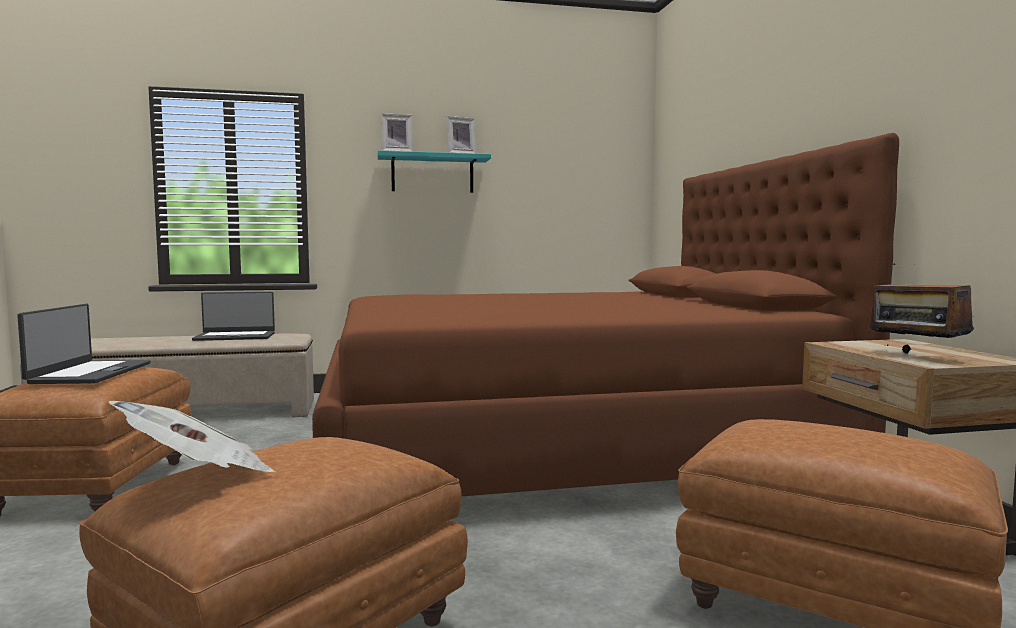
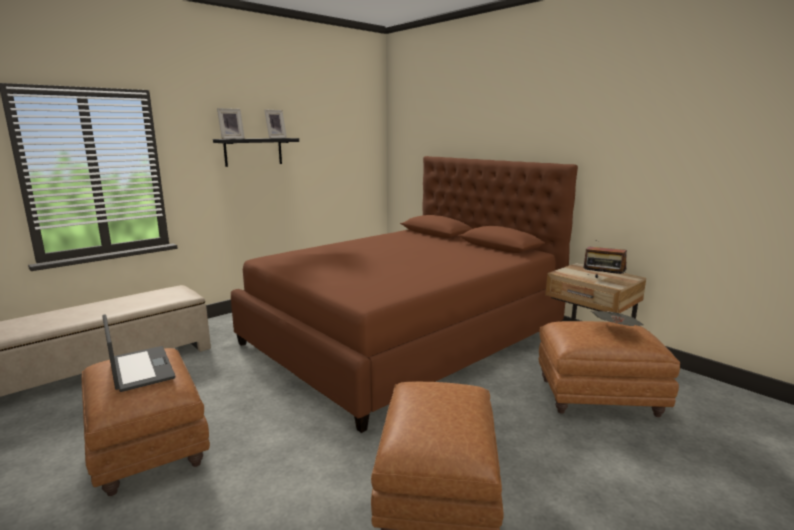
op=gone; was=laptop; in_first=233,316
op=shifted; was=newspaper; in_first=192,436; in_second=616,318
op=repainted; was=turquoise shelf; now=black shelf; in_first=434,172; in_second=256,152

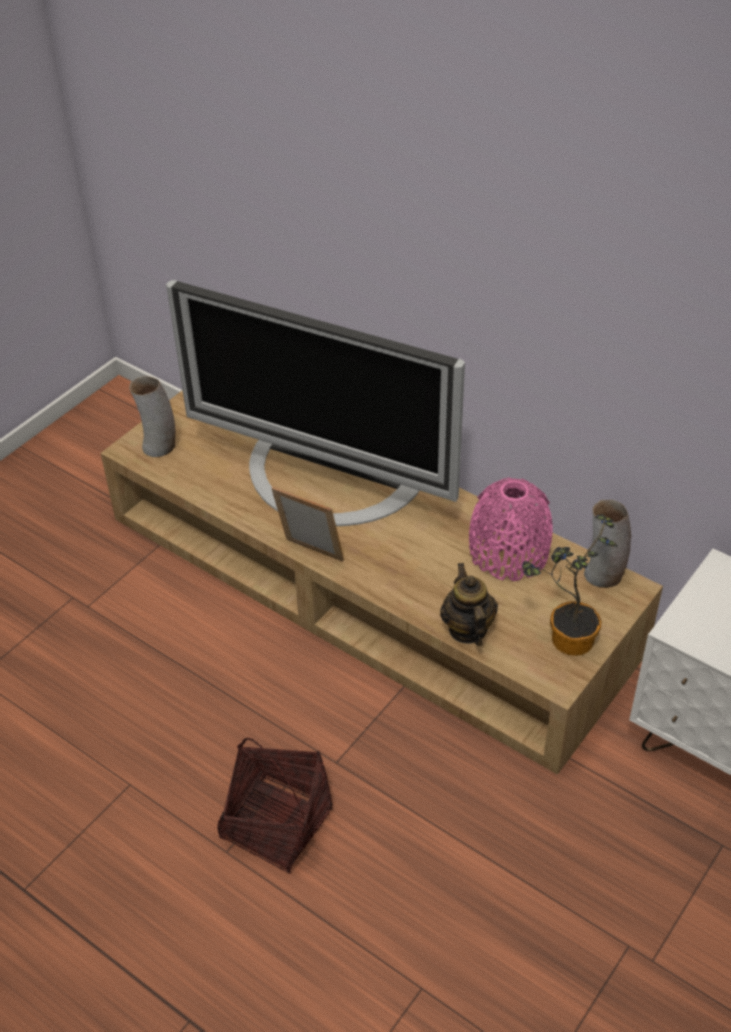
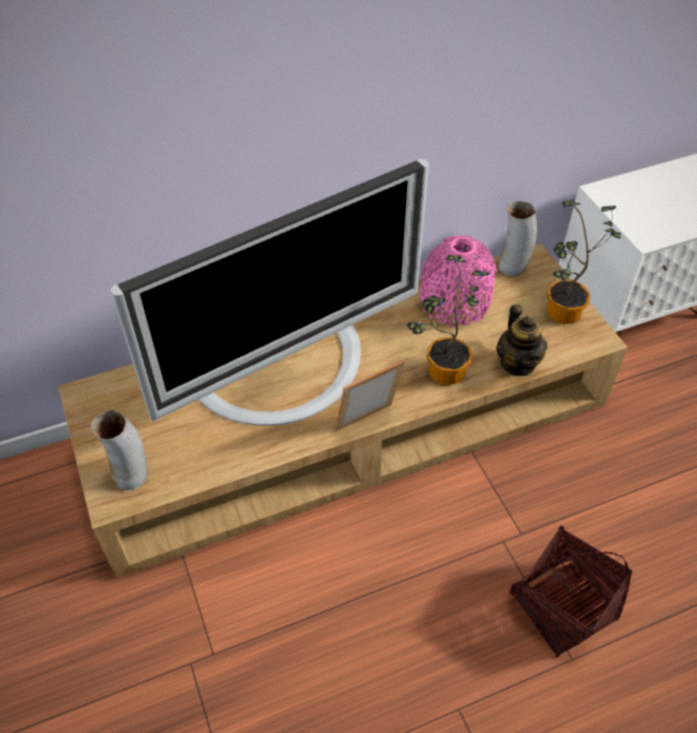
op=new; now=potted plant; in_second=448,320
op=rotated; was=teapot; in_first=469,604; in_second=521,340; clockwise=-120

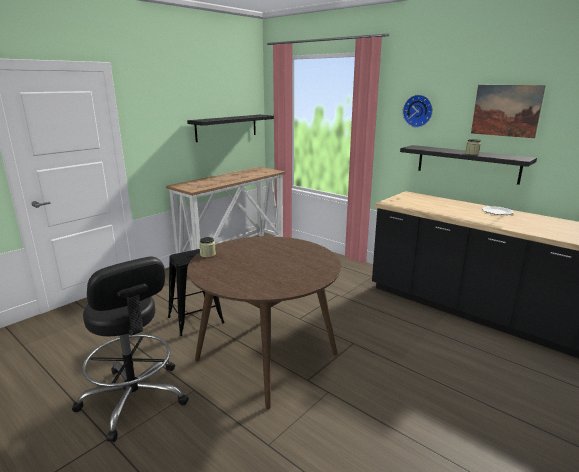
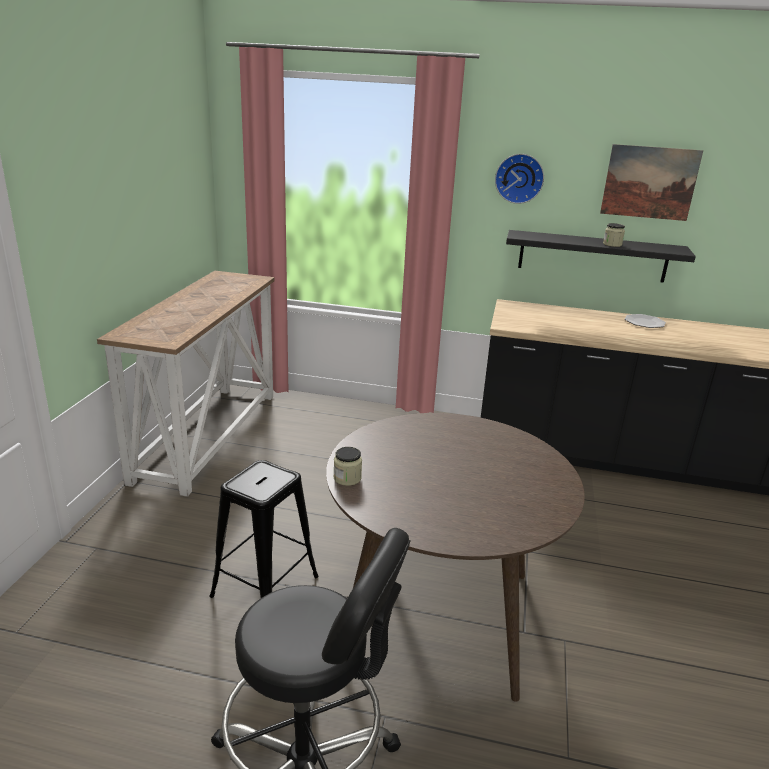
op=gone; was=black shelf; in_first=230,128

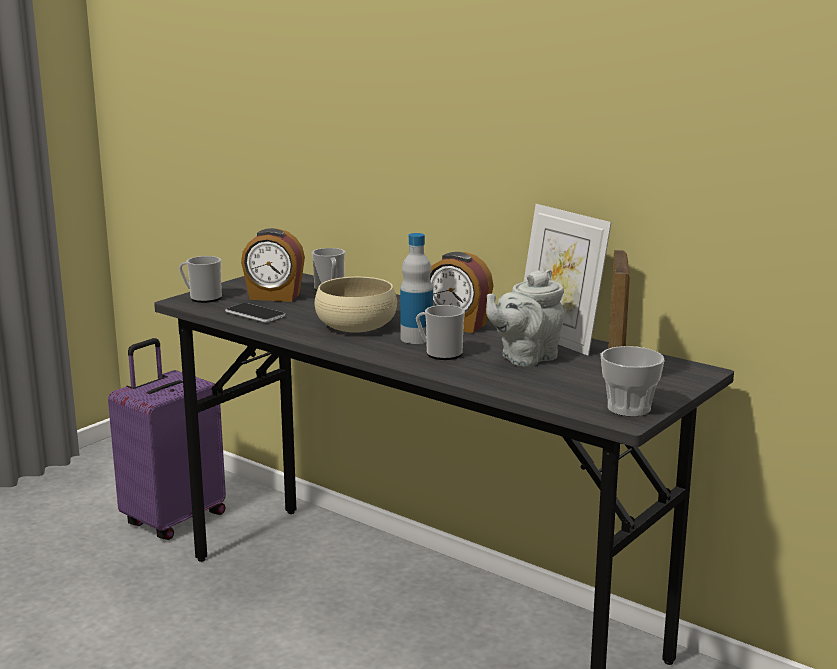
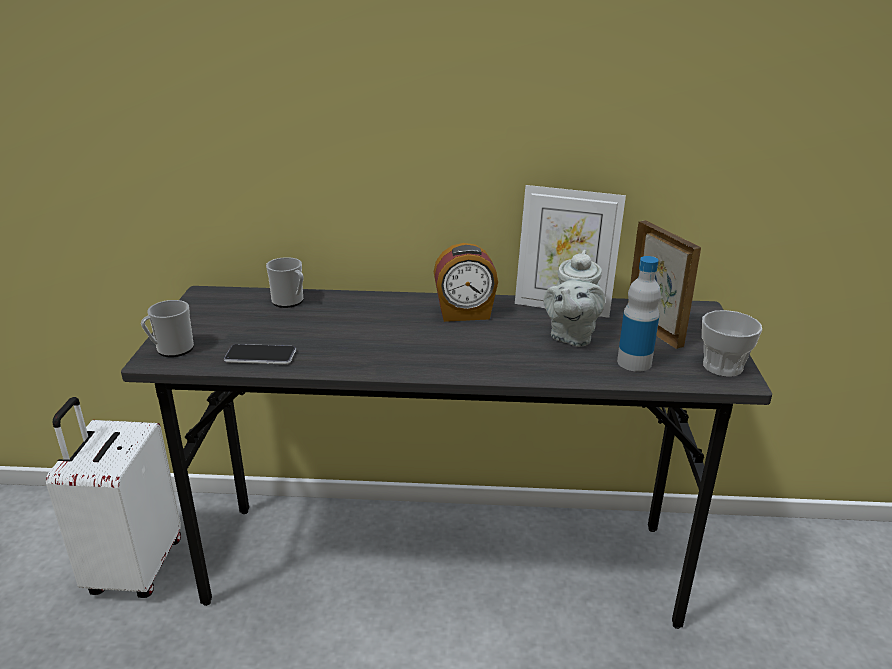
op=gone; was=alarm clock; in_first=273,265
op=gone; was=beige bowl; in_first=356,305
op=gone; was=mug; in_first=440,332
op=shifted; was=bottle; in_first=416,288; in_second=639,314
op=repainted; was=purple suitcase; now=white suitcase; in_first=167,439; in_second=113,497

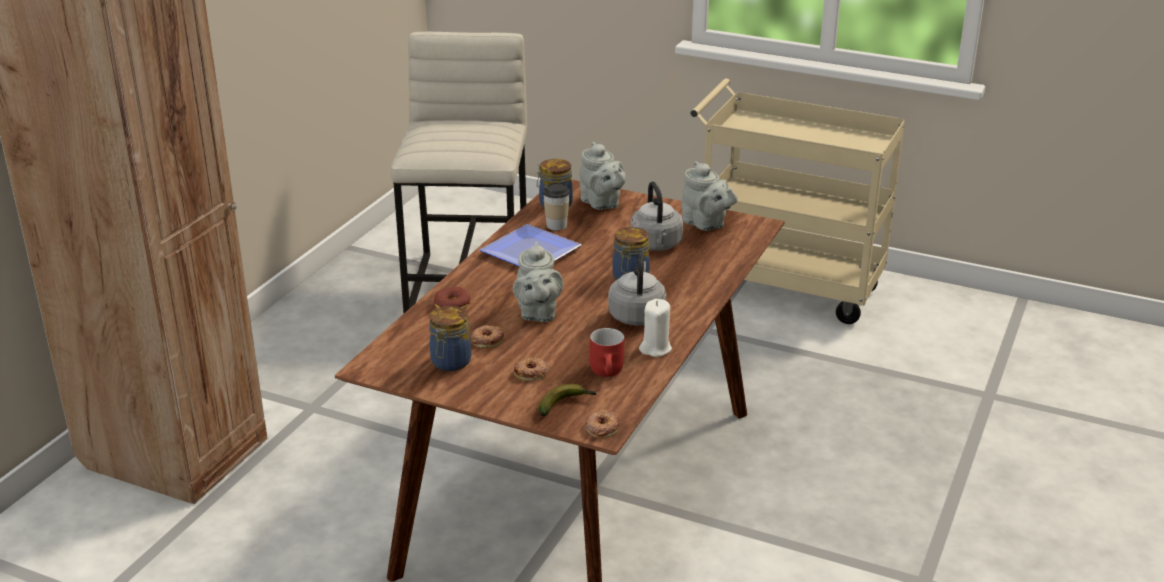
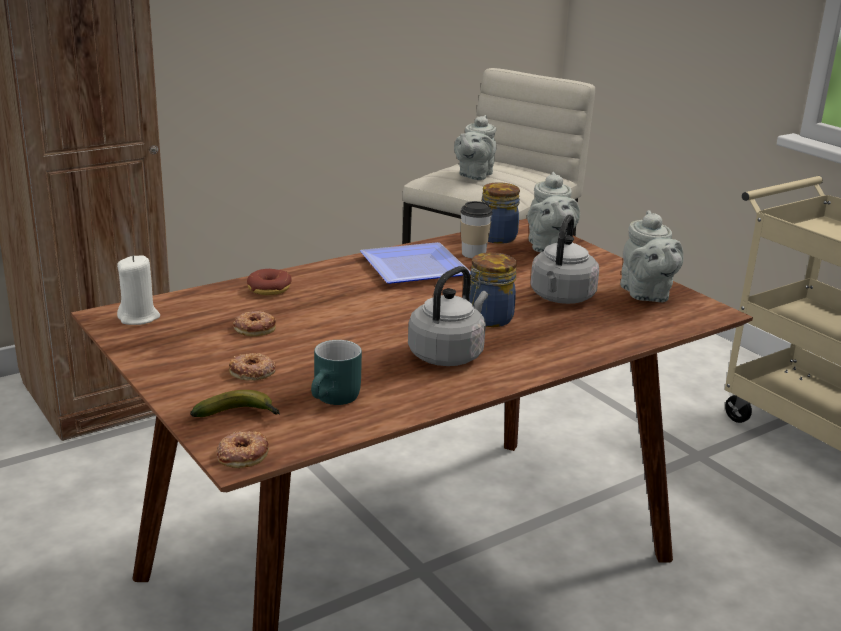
op=gone; was=jar; in_first=450,338
op=shifted; was=grey teapot; in_first=538,282; in_second=475,147
op=shifted; was=white candle; in_first=655,328; in_second=138,290
op=repainted; was=red mug; now=turquoise mug; in_first=607,352; in_second=336,372

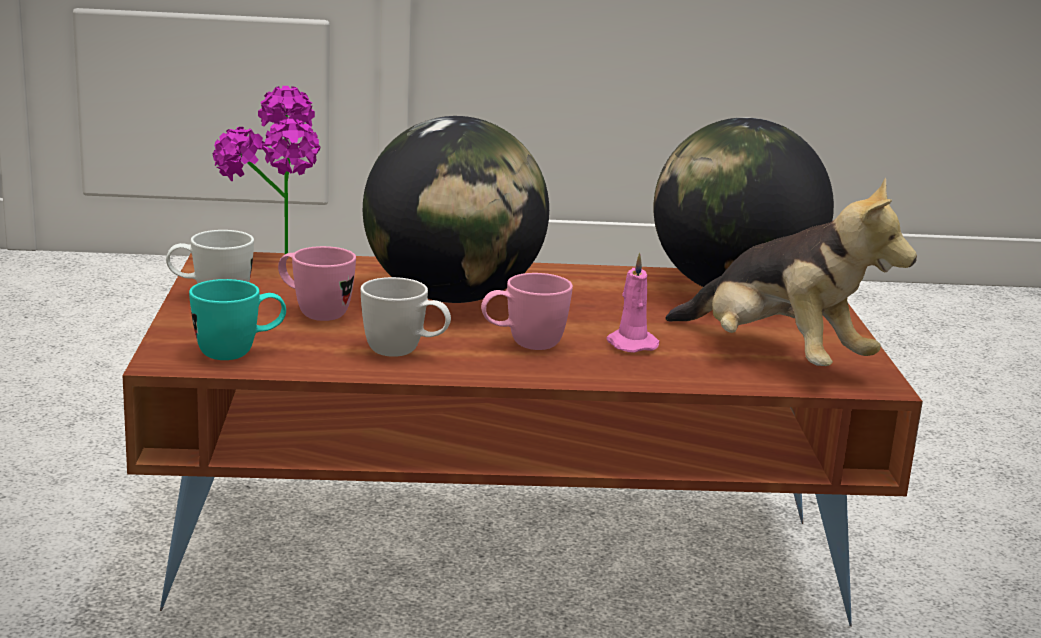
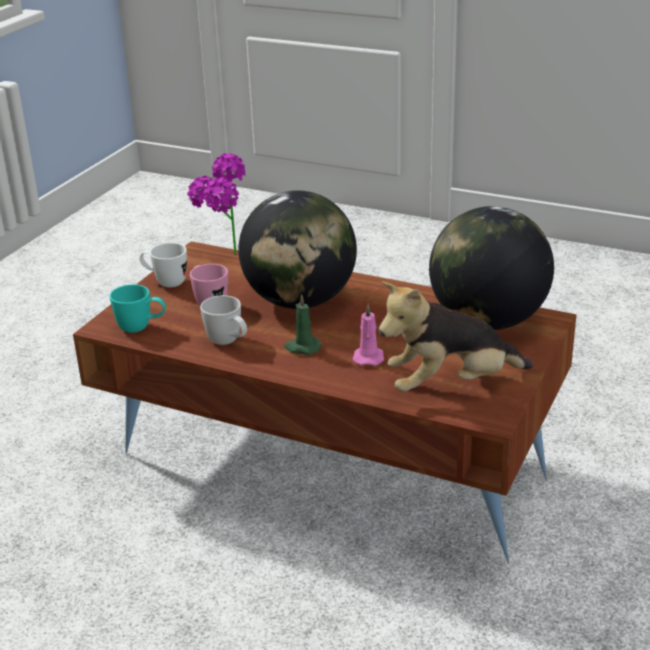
op=swapped; was=pink mug; now=green candle; in_first=527,311; in_second=303,324
op=rotated; was=plush toy; in_first=791,272; in_second=456,337; clockwise=90

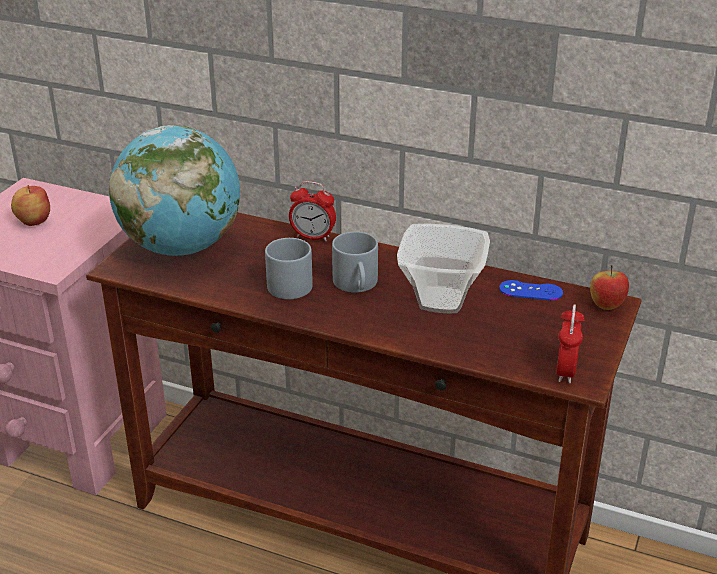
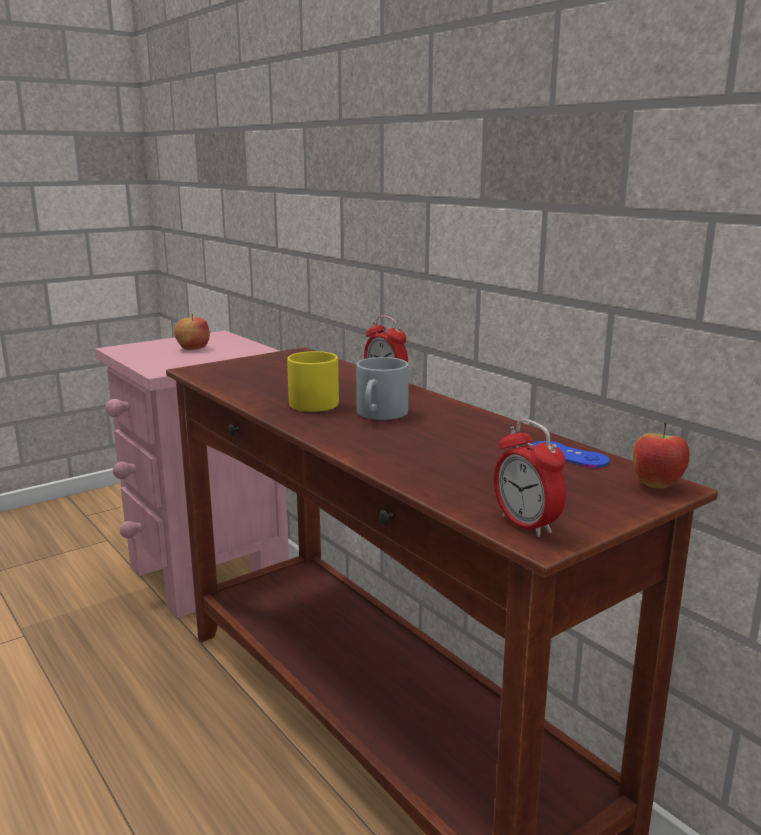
op=gone; was=globe; in_first=174,190
op=gone; was=bowl; in_first=443,268
op=repainted; was=grey mug; now=yellow mug; in_first=289,268; in_second=313,381
op=rotated; was=alarm clock; in_first=570,344; in_second=530,478; clockwise=105

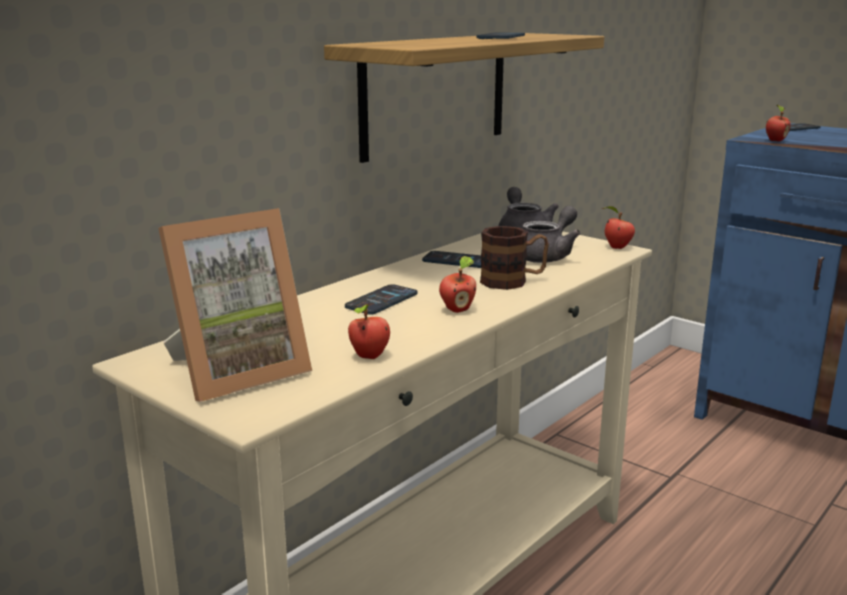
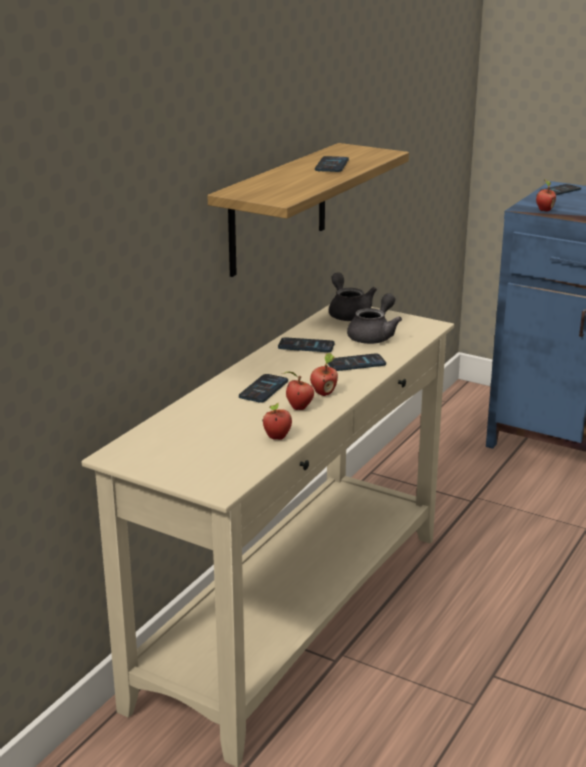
op=gone; was=picture frame; in_first=235,305
op=shifted; was=apple; in_first=618,227; in_second=298,391
op=swapped; was=mug; now=phone; in_first=514,258; in_second=356,362

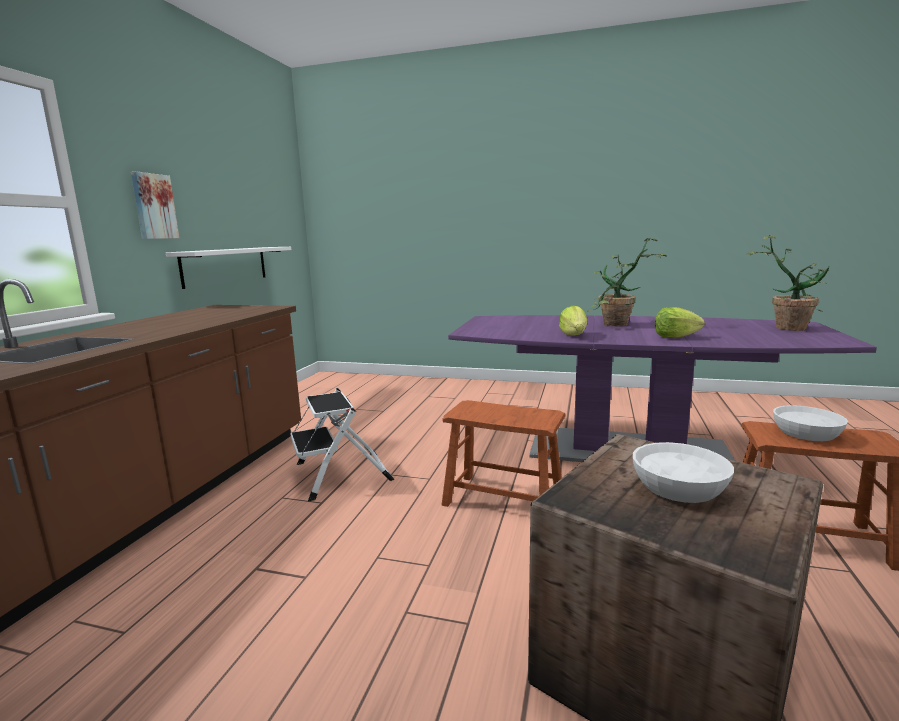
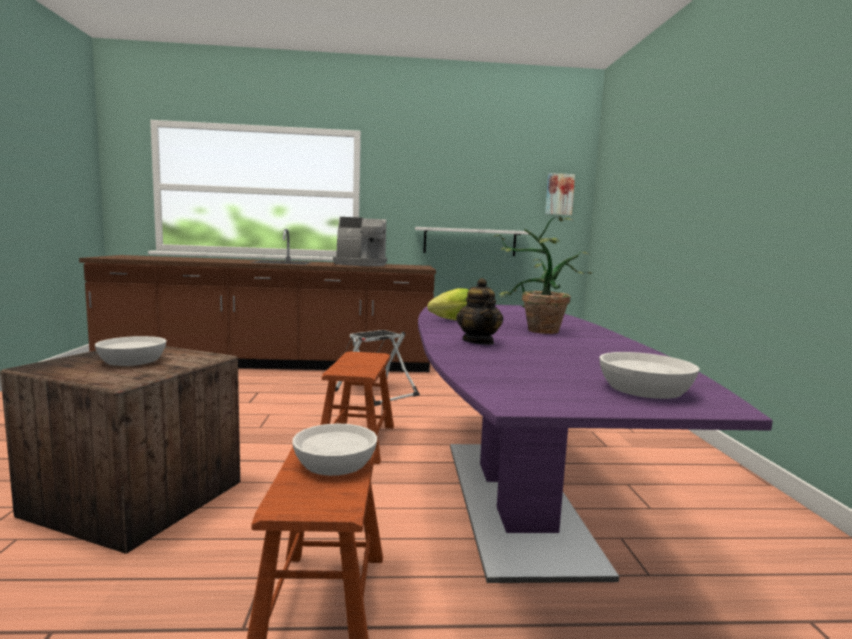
op=new; now=coffee machine; in_second=360,241
op=shifted; was=picture; in_first=155,205; in_second=560,194
op=swapped; was=lettuce; now=teapot; in_first=680,322; in_second=479,311
op=swapped; was=potted plant; now=white bowl; in_first=788,283; in_second=649,375

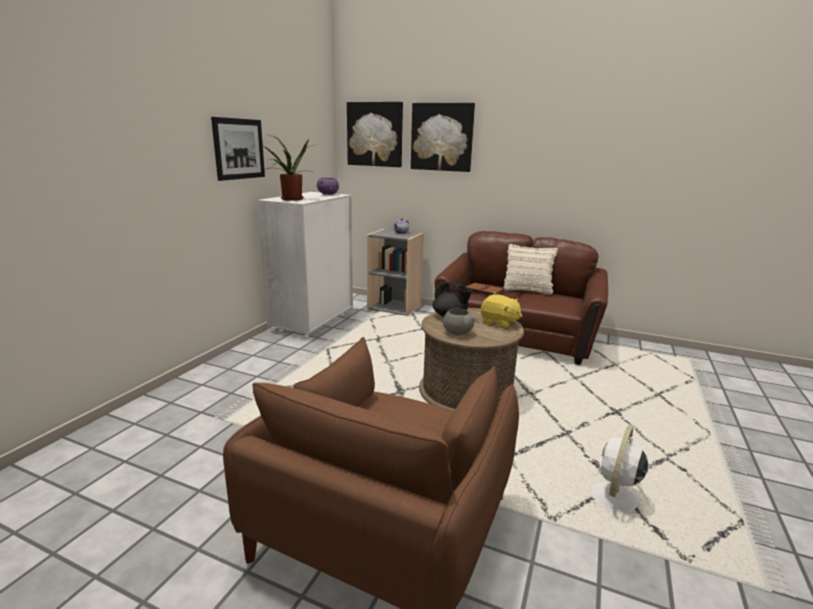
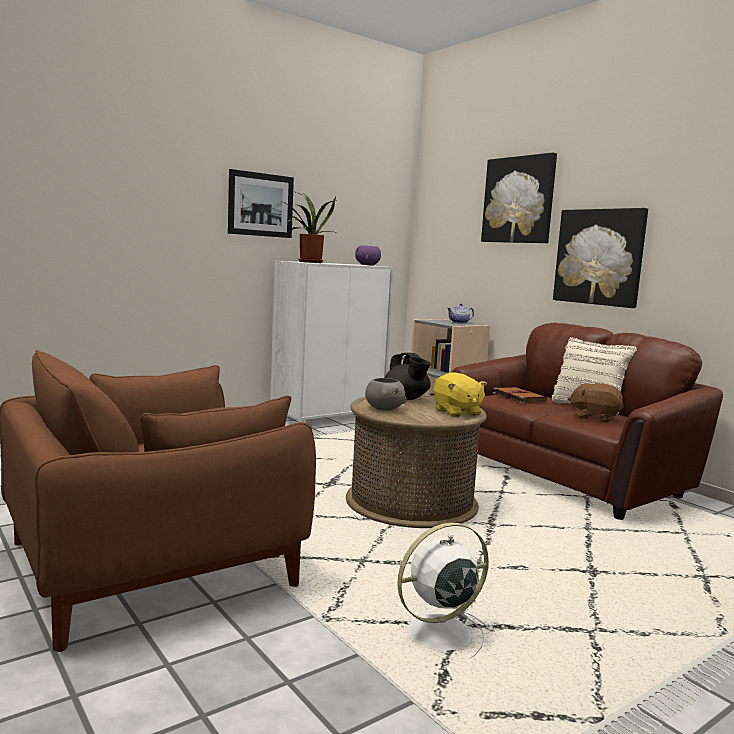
op=new; now=brown plush toy; in_second=596,403
op=shifted; was=picture; in_first=375,134; in_second=600,258

